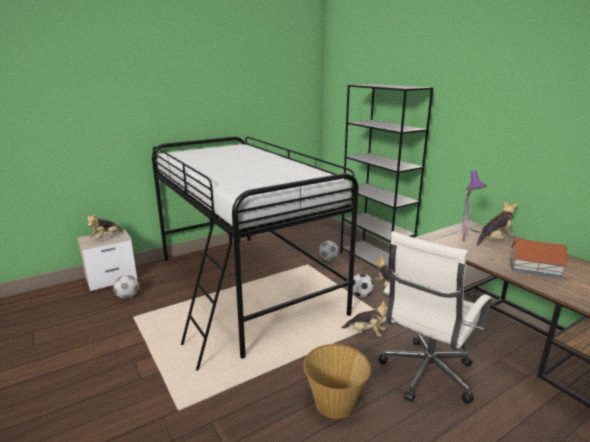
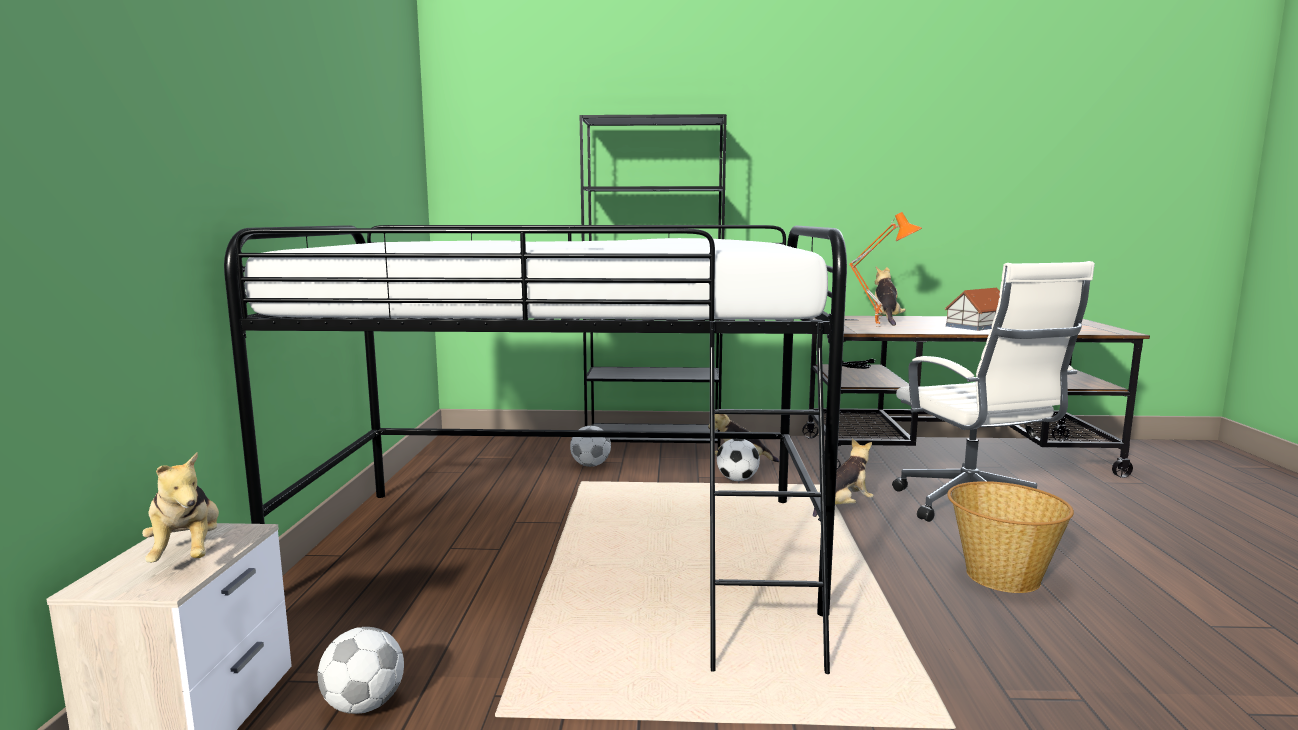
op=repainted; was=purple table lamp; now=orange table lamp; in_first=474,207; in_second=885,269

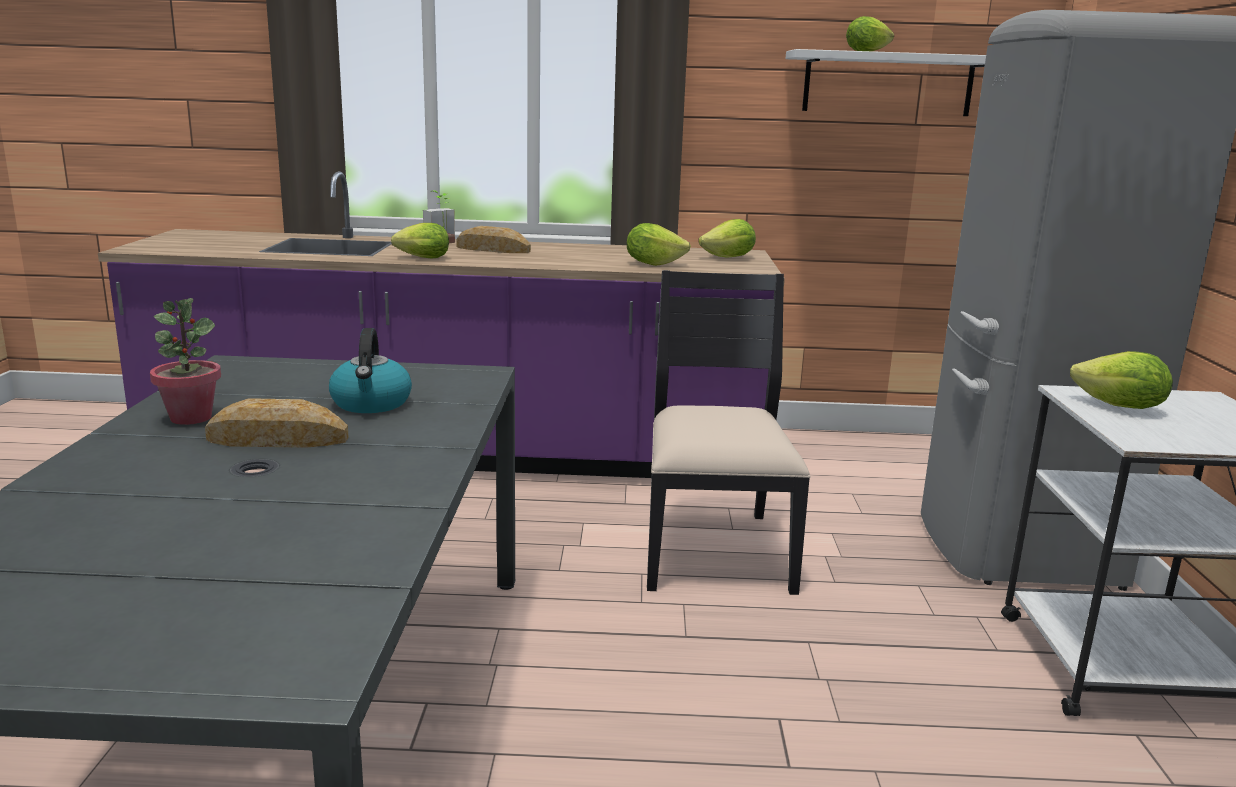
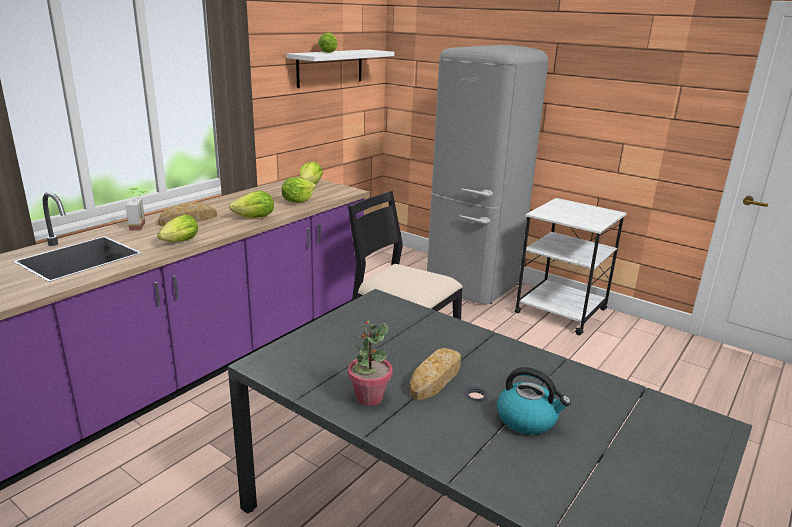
op=shifted; was=kettle; in_first=370,370; in_second=534,400
op=shifted; was=lettuce; in_first=1121,380; in_second=251,204

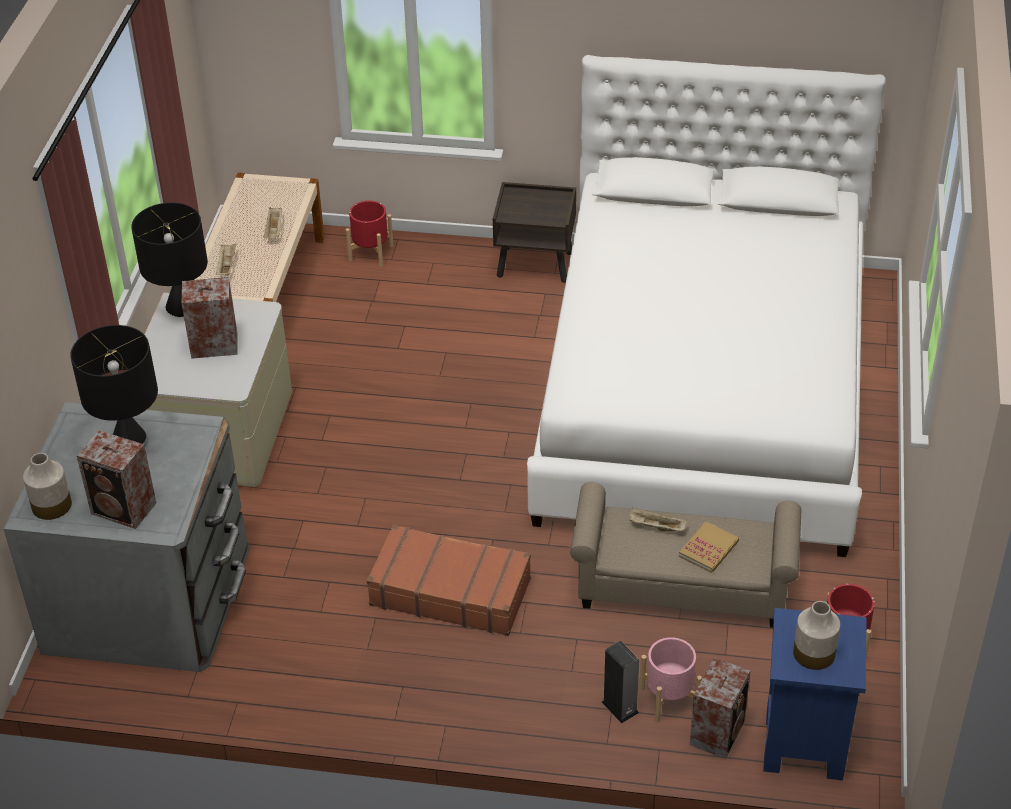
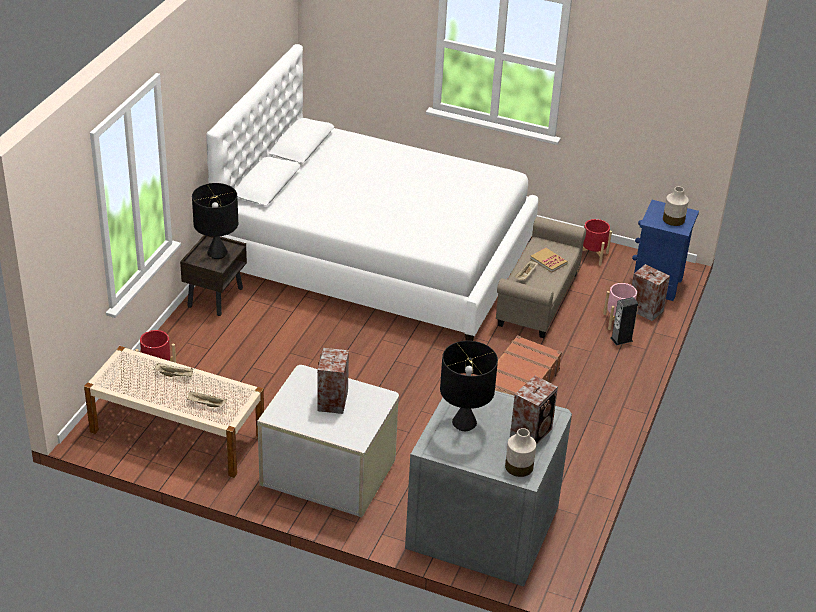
op=shifted; was=black table lamp; in_first=169,260; in_second=215,221

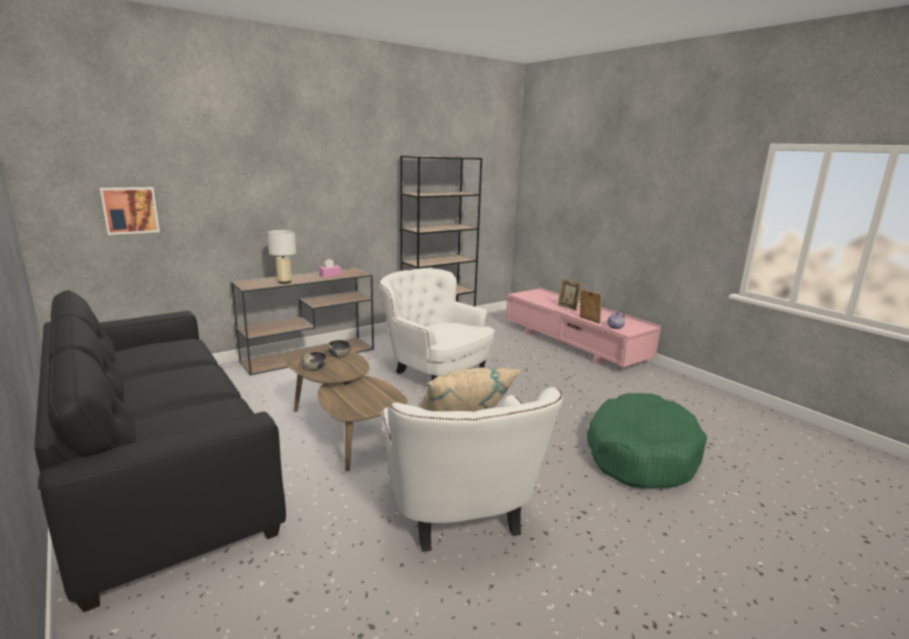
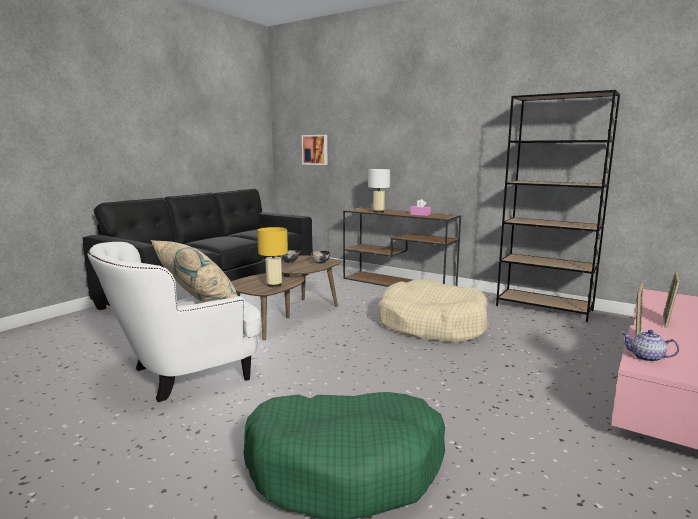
op=new; now=yellow table lamp; in_second=272,257
op=swapped; was=white armchair; now=beige dog bed; in_first=437,324; in_second=432,311

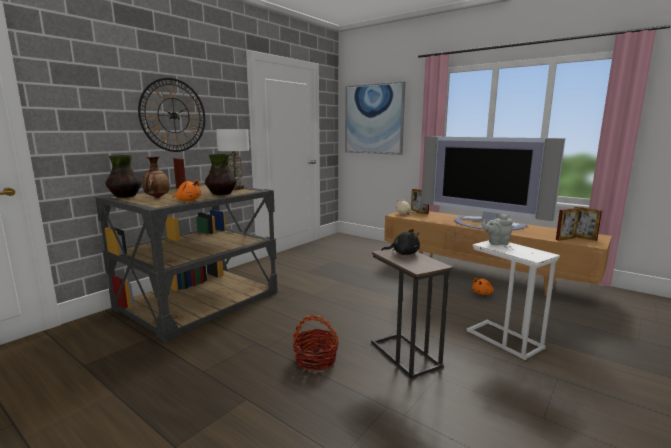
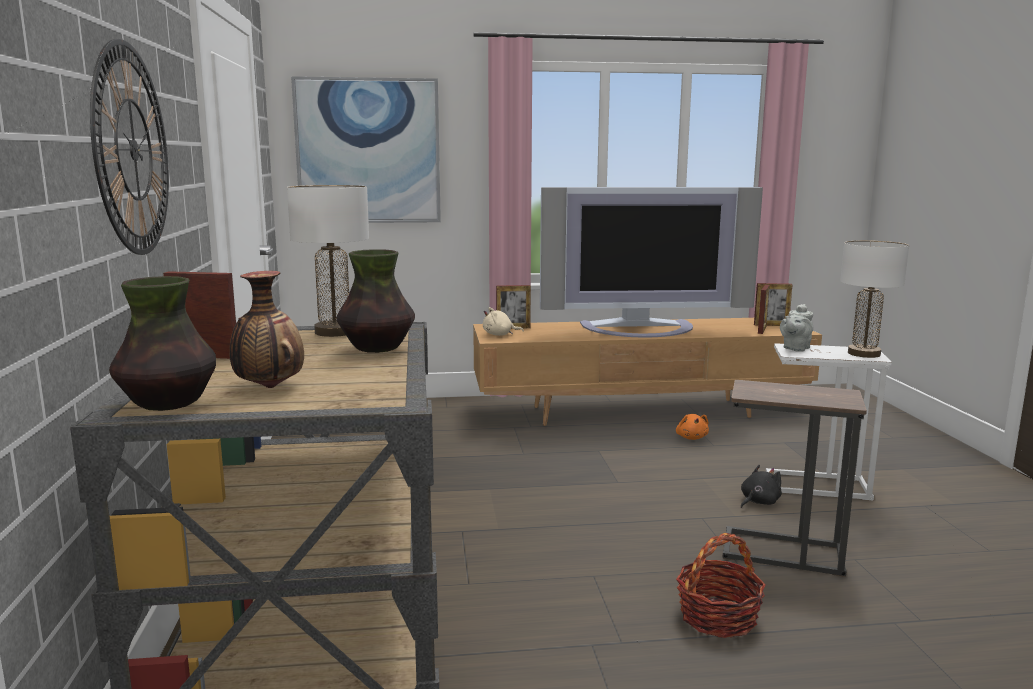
op=gone; was=orange plush toy; in_first=187,190
op=new; now=table lamp; in_second=874,299
op=shifted; was=black plush toy; in_first=400,242; in_second=761,486

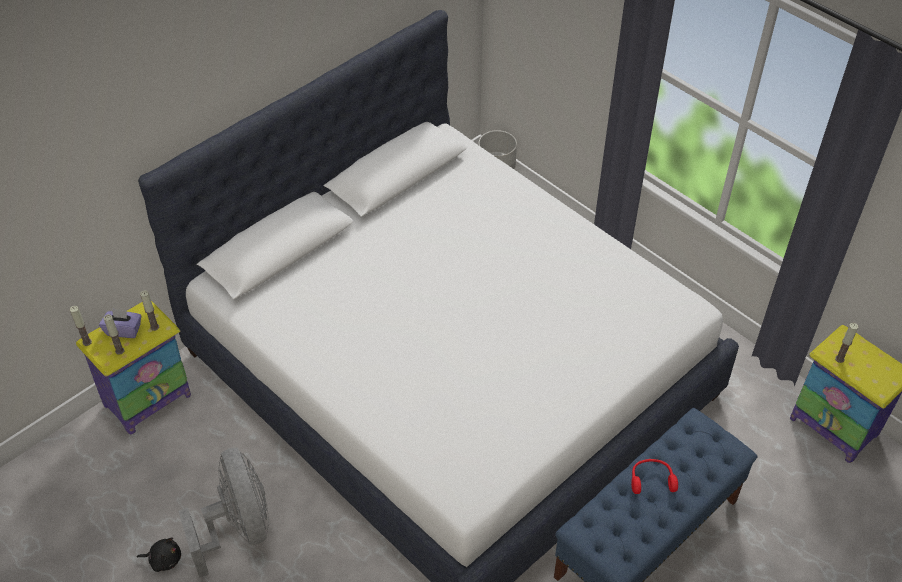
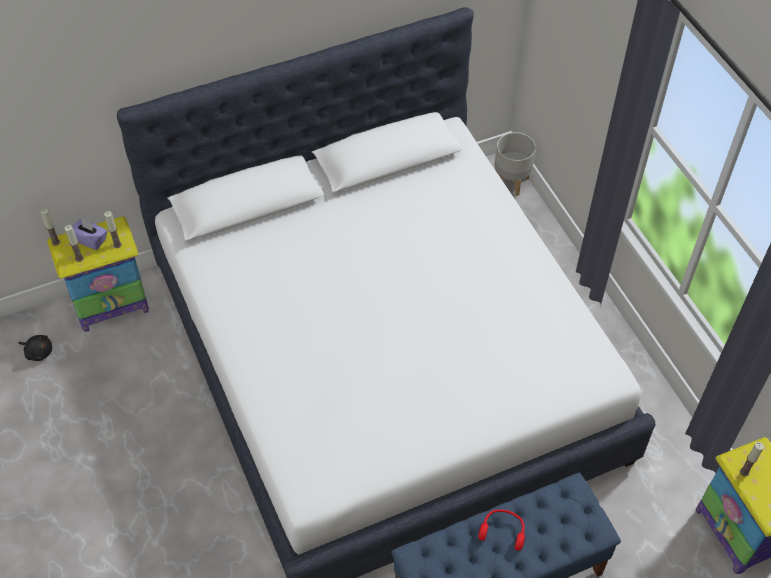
op=gone; was=grey fan; in_first=223,513
op=shifted; was=black plush toy; in_first=159,554; in_second=35,348

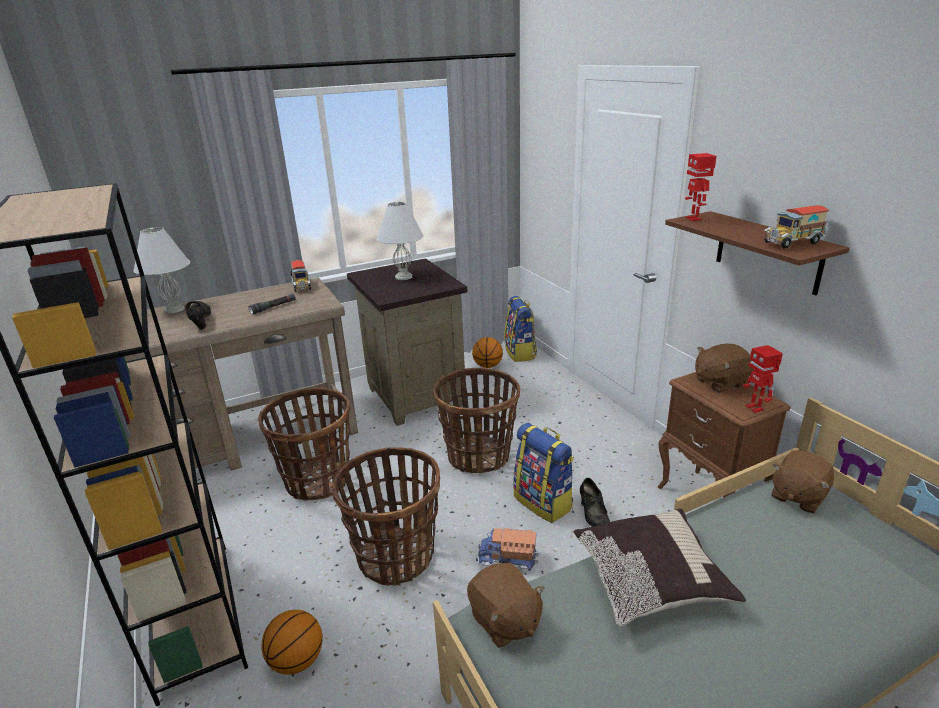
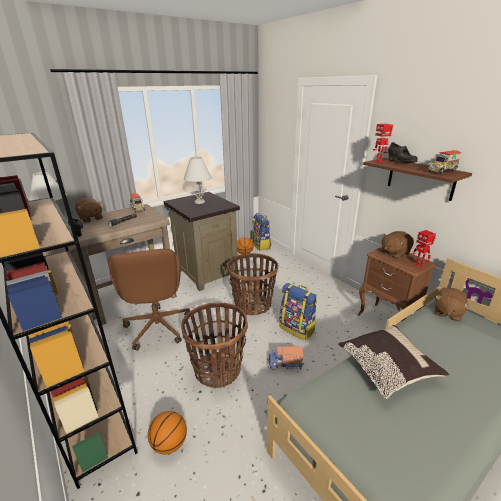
op=shifted; was=brown plush toy; in_first=506,605; in_second=89,210
op=shifted; was=black shoe; in_first=595,502; in_second=403,152
op=swapped; was=basket; now=brown office chair; in_first=304,444; in_second=149,299

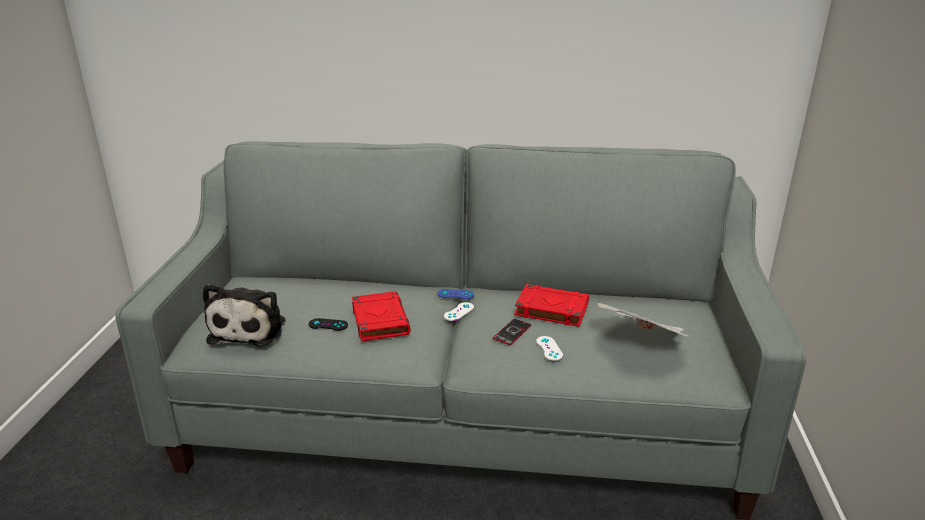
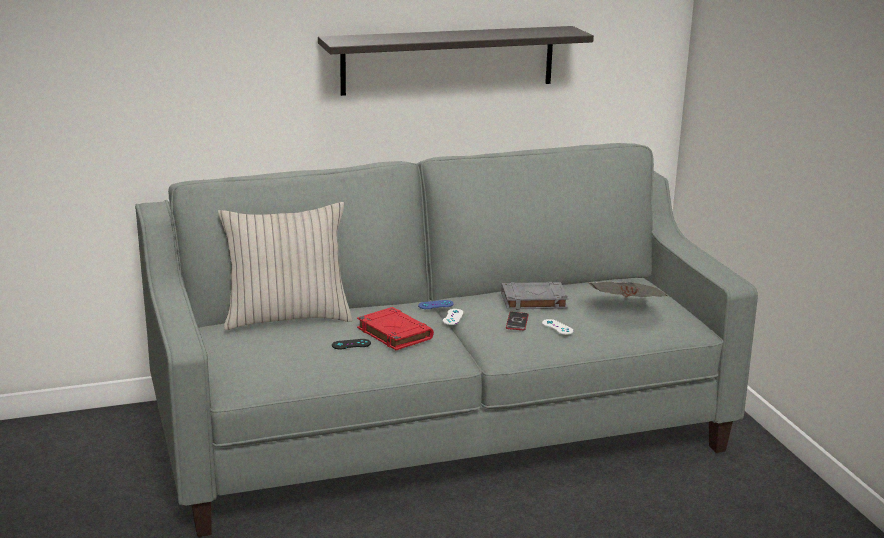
op=gone; was=plush toy; in_first=244,315
op=new; now=beige pillow; in_second=285,266
op=new; now=shelf; in_second=456,61
op=repainted; was=red book; now=grey book; in_first=551,305; in_second=534,296

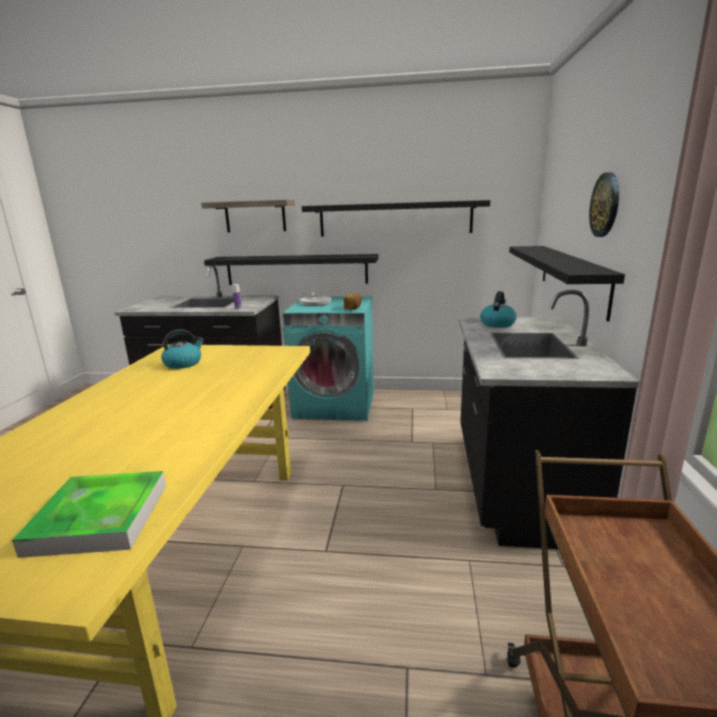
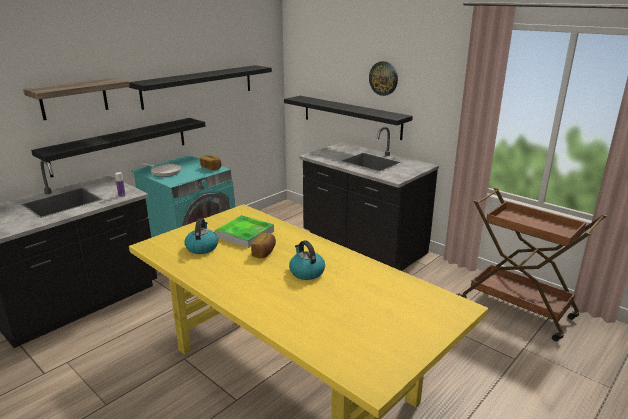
op=new; now=bread; in_second=263,245
op=shifted; was=tray; in_first=89,514; in_second=244,231
op=shifted; was=kettle; in_first=498,309; in_second=307,260

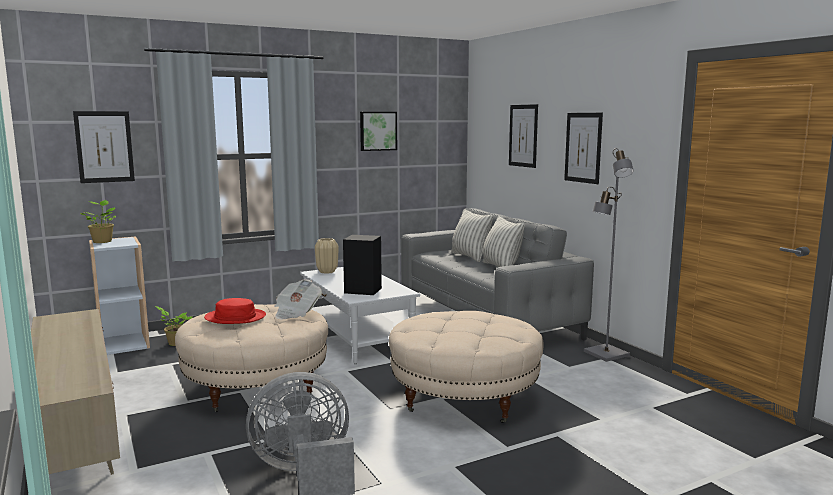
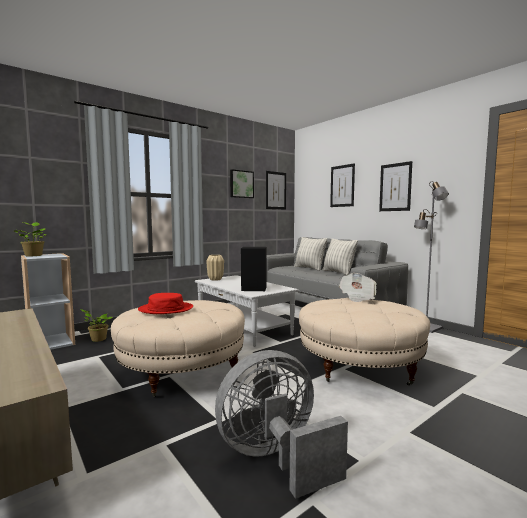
op=shifted; was=picture; in_first=104,147; in_second=276,190
op=shifted; was=newspaper; in_first=298,299; in_second=357,287

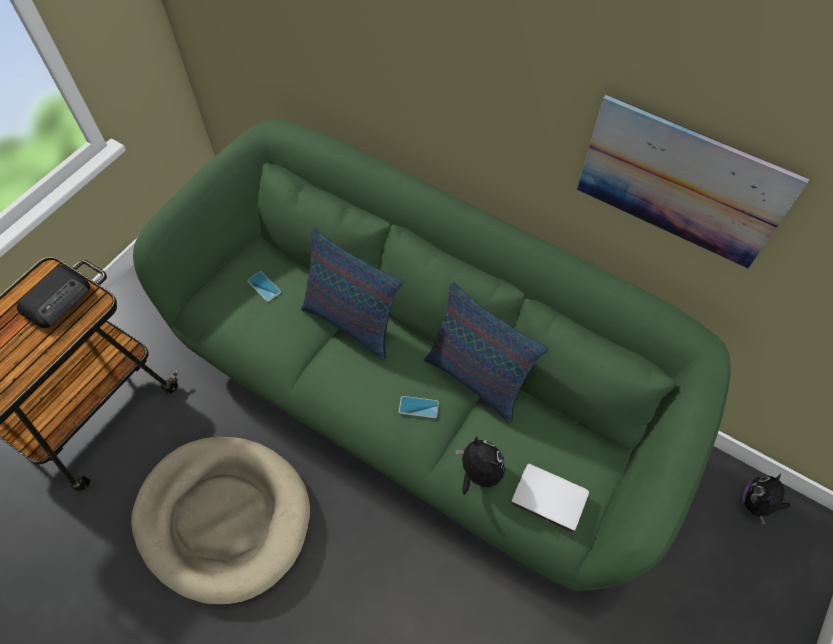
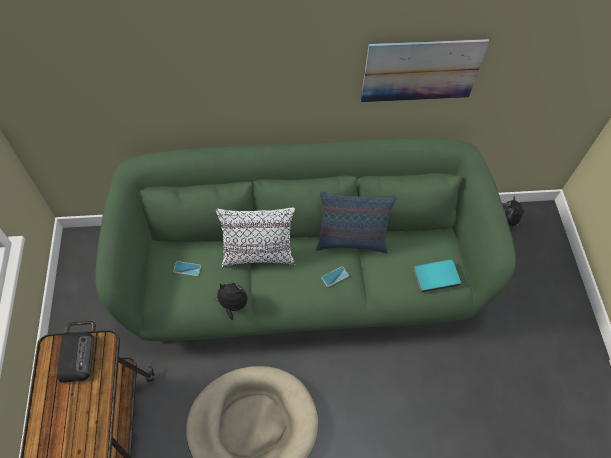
op=shifted; was=plush toy; in_first=480,465; in_second=230,301
op=repainted; was=blue pillow; now=white pillow; in_first=352,294; in_second=255,238
op=repainted; was=white book; now=turquoise book; in_first=549,498; in_second=437,276

